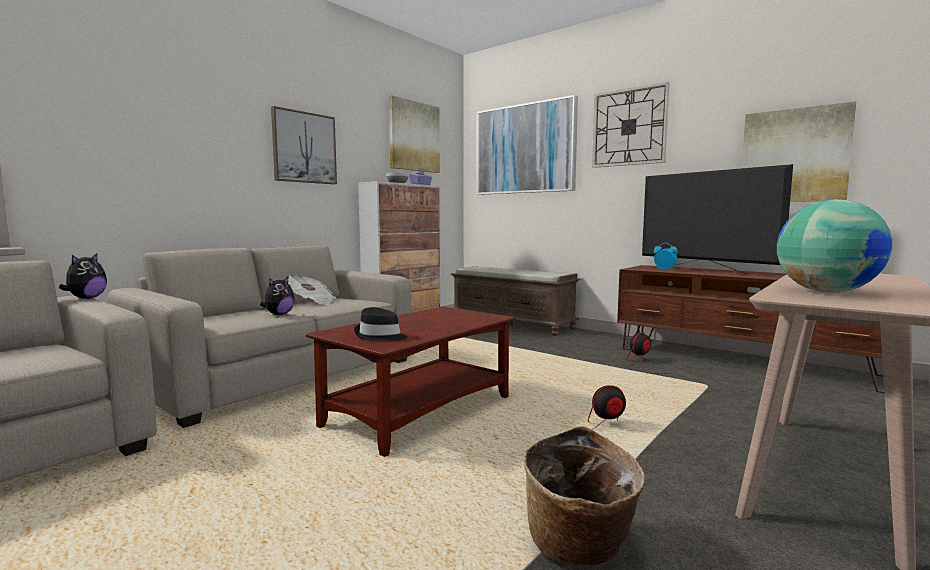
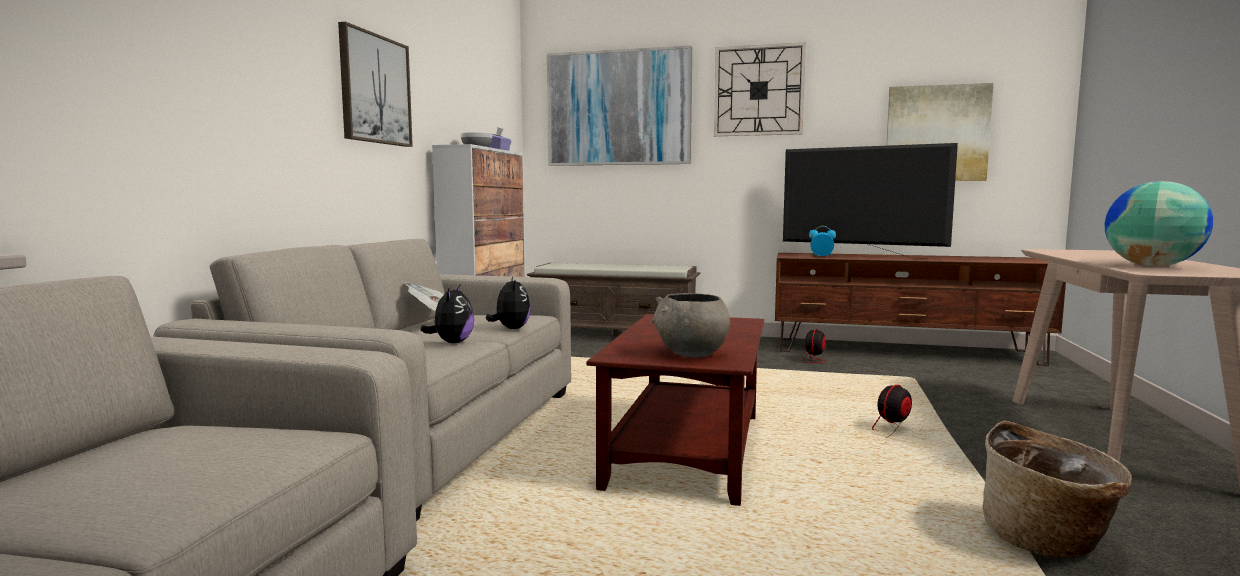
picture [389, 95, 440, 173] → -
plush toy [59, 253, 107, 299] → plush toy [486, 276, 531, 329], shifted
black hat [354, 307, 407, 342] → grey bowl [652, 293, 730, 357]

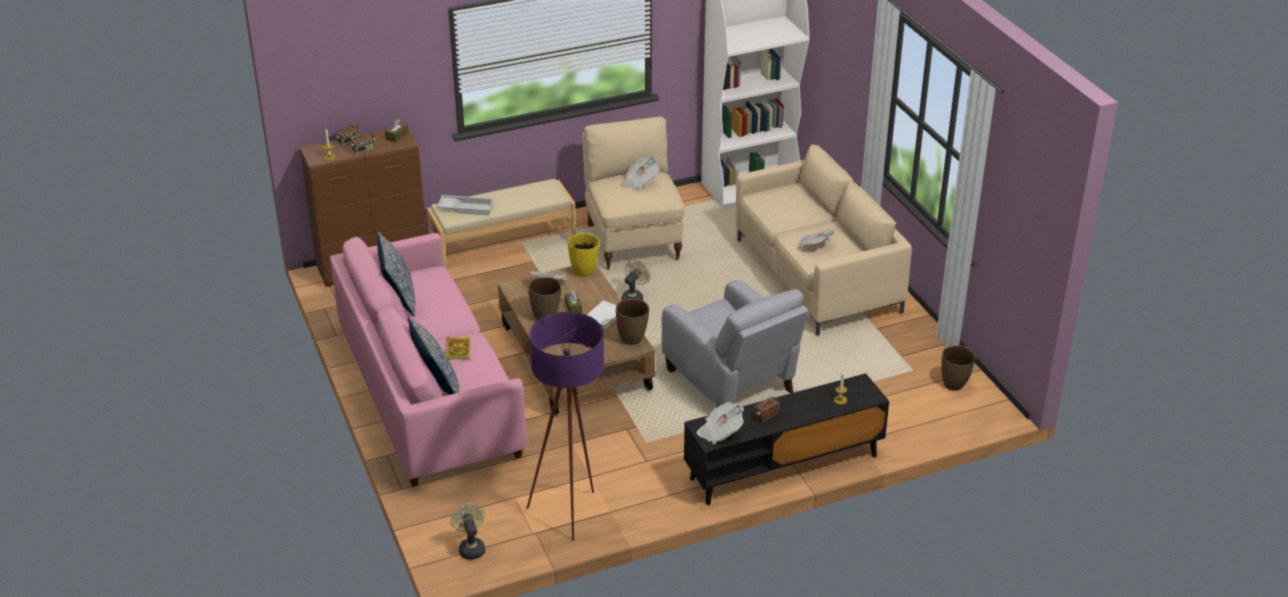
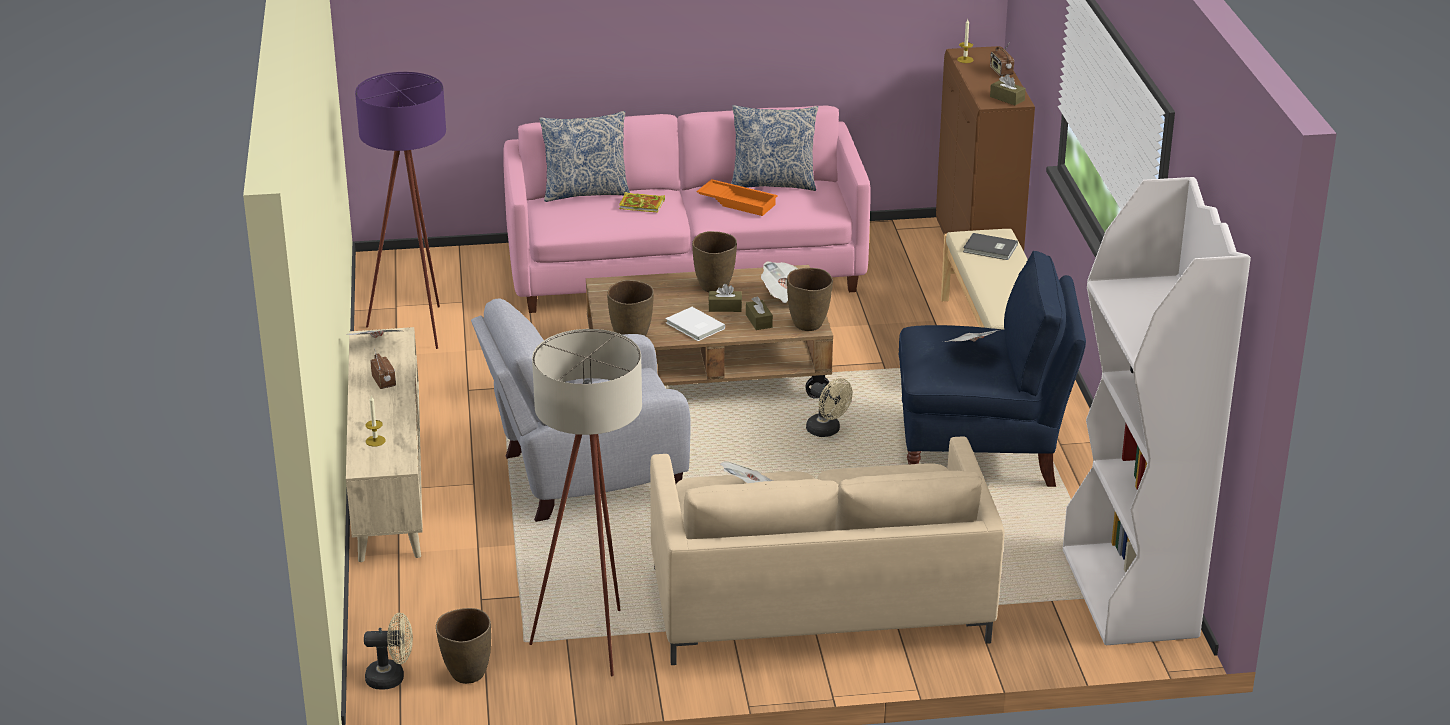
beige armchair [582, 117, 684, 270] → blue armchair [899, 251, 1086, 487]
radio [351, 127, 375, 154] → -
white tray [437, 195, 494, 216] → grey book [963, 233, 1018, 260]
yellow vase [568, 233, 600, 277] → brown vase [787, 268, 833, 331]
black tv stand [684, 373, 889, 505] → beige tv stand [346, 327, 423, 562]
beige fan [450, 503, 485, 560] → beige fan [364, 613, 413, 690], shifted
- → orange tray [697, 179, 778, 216]
- → brown tissue box [746, 296, 773, 330]
- → beige floor lamp [529, 329, 642, 676]

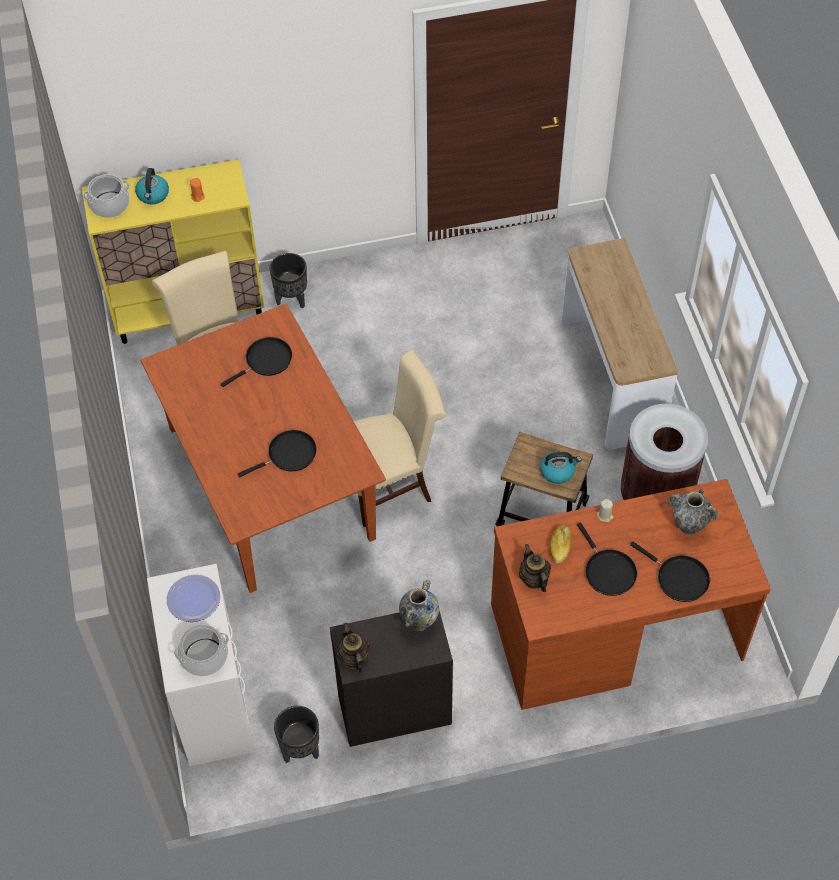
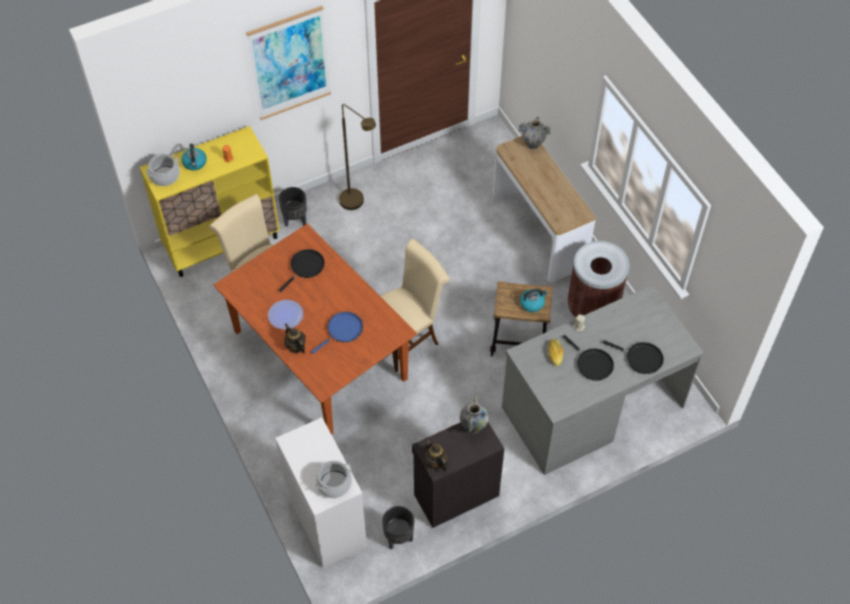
black frying pan [238, 430, 317, 477] → blue frying pan [311, 312, 363, 354]
brown desk [491, 479, 771, 710] → grey desk [502, 285, 704, 475]
vase [668, 489, 718, 535] → vase [519, 117, 551, 149], shifted
teapot [519, 544, 551, 592] → teapot [284, 323, 306, 353], shifted
plate [167, 574, 220, 622] → plate [268, 300, 303, 330], shifted
- → picture [246, 6, 331, 120]
- → brown floor lamp [339, 104, 376, 210]

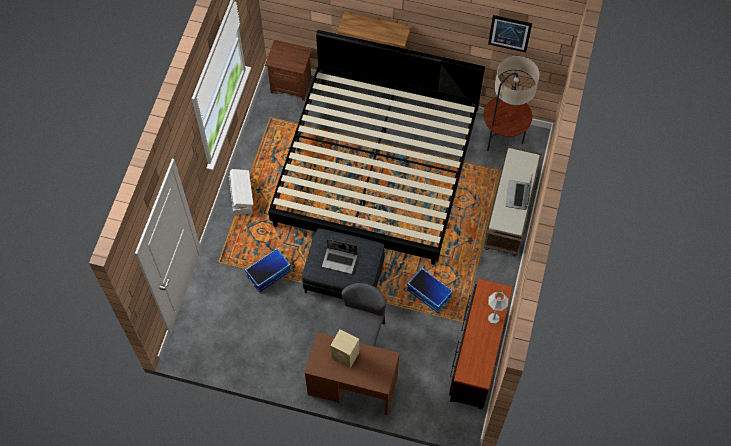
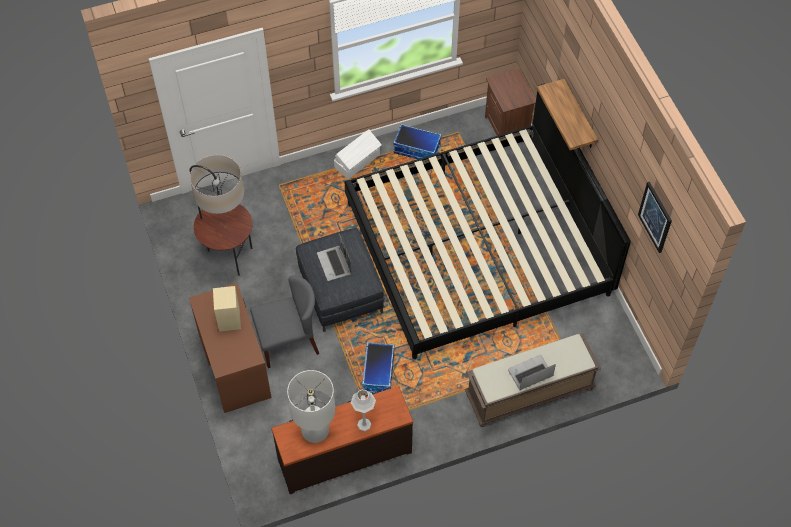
floor lamp [483, 56, 539, 151] → floor lamp [190, 155, 252, 276], shifted
storage box [245, 248, 291, 293] → storage box [393, 124, 442, 159], shifted
- → white table lamp [287, 370, 335, 443]

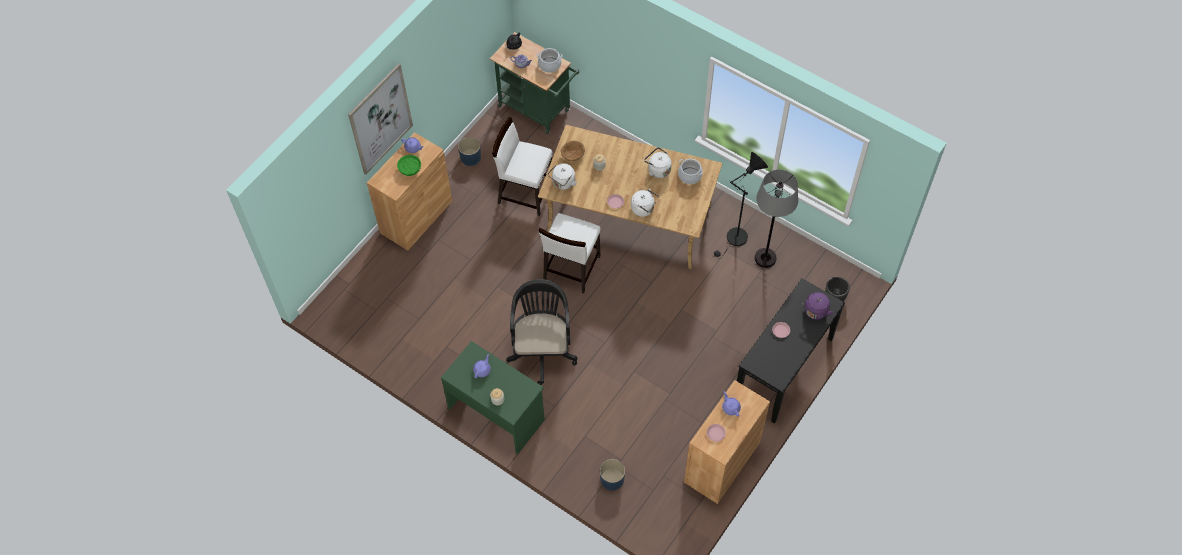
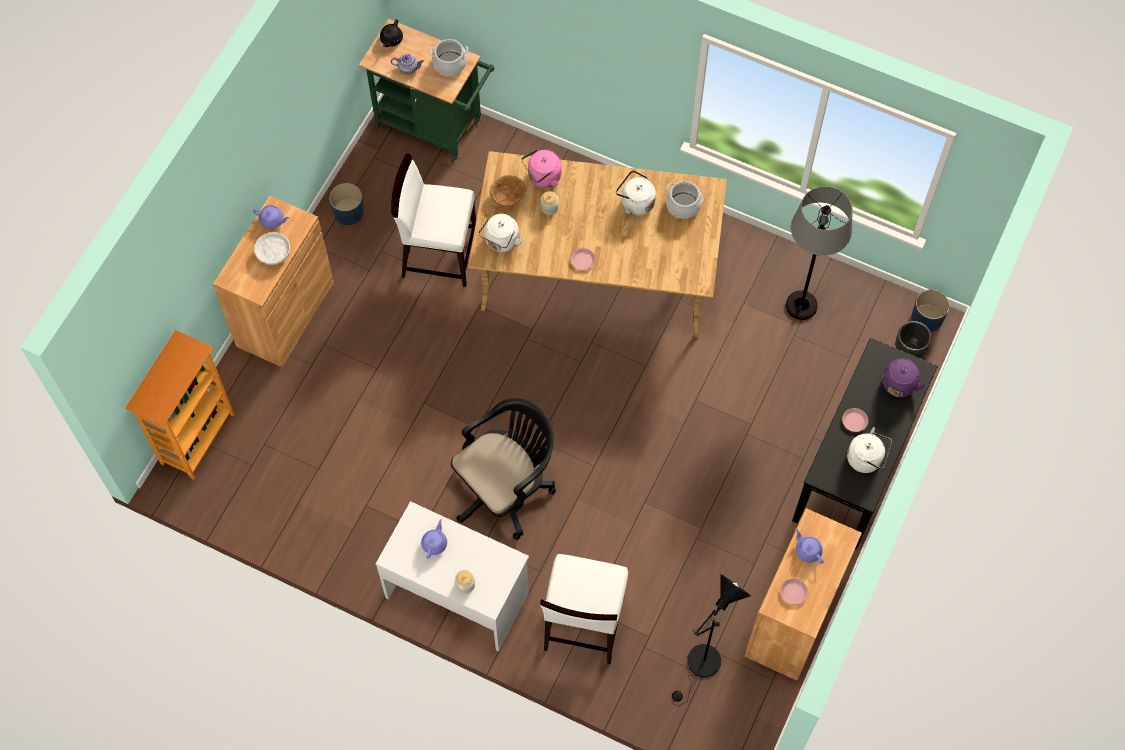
picture [348, 63, 413, 175] → -
black floor lamp [714, 152, 768, 259] → black floor lamp [672, 574, 751, 706], shifted
green bowl [397, 155, 421, 176] → white bowl [254, 232, 290, 265]
white kettle [631, 188, 659, 217] → white kettle [847, 427, 892, 473], shifted
white chair [539, 213, 601, 294] → white chair [540, 554, 628, 664], shifted
black office chair [506, 279, 578, 385] → black office chair [451, 398, 556, 540], 60 degrees clockwise
green desk [441, 341, 545, 454] → white desk [376, 501, 529, 651]
blue planter [600, 459, 625, 490] → blue planter [911, 289, 950, 332], shifted
- → pink kettle [521, 149, 562, 188]
- → bookcase [125, 330, 235, 480]

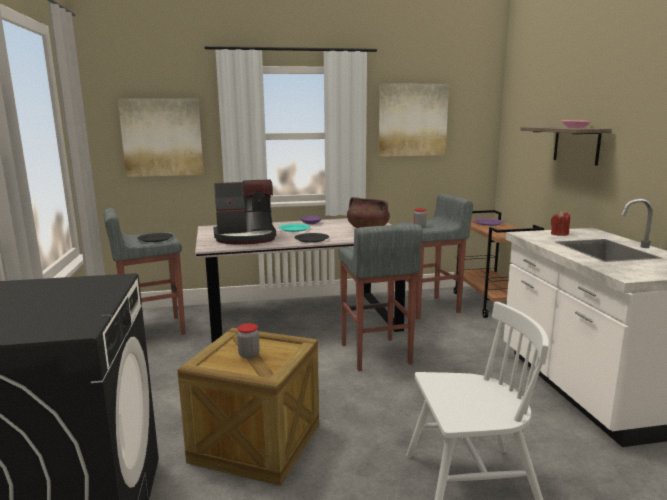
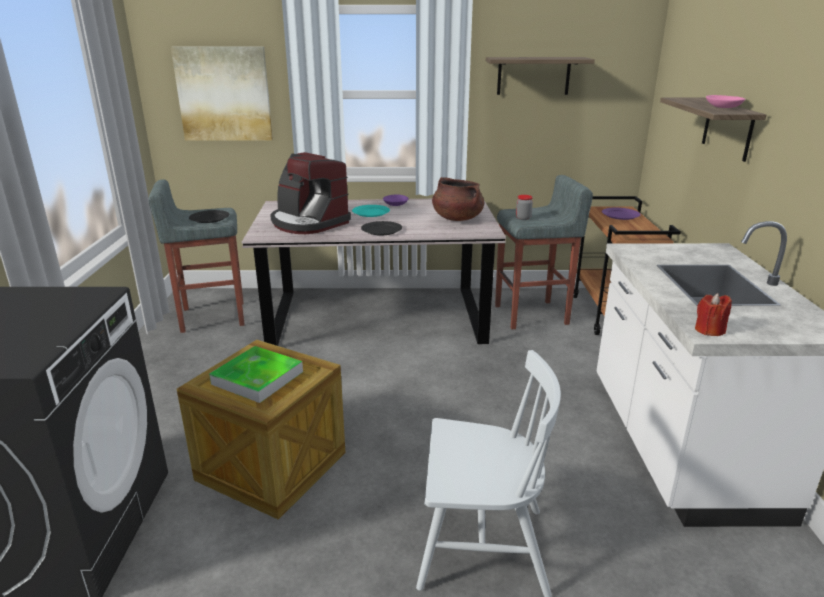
picture [379, 83, 449, 157] → shelf [486, 57, 595, 95]
coffee machine [213, 179, 276, 244] → coffee machine [270, 152, 351, 234], 45 degrees clockwise
red candle [551, 211, 570, 236] → red candle [695, 293, 732, 336], shifted
grey stool [338, 224, 423, 371] → -
jar [237, 323, 260, 359] → tray [209, 346, 303, 403]

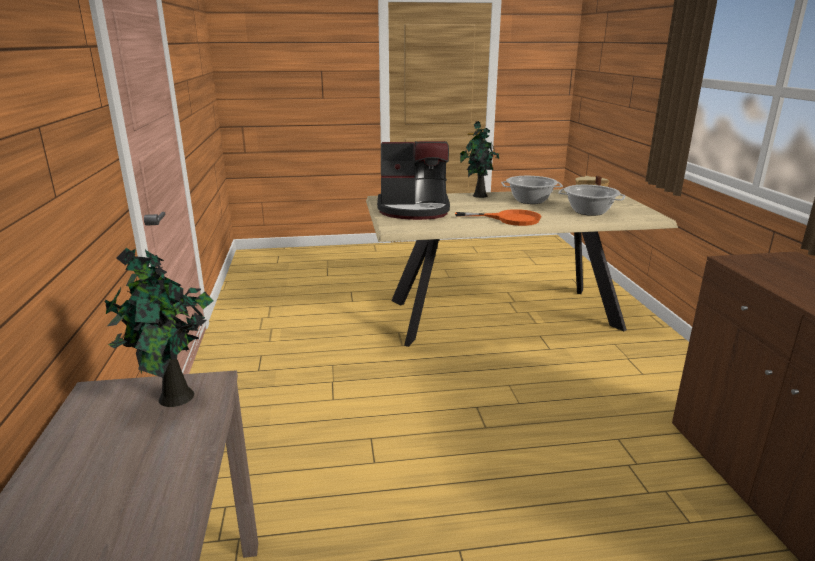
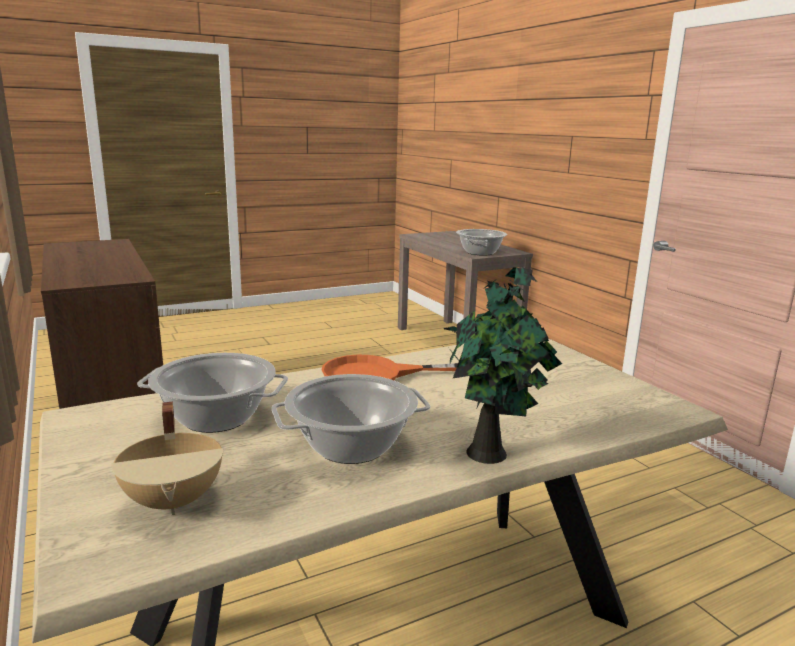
coffee machine [377, 141, 450, 220] → -
potted plant [105, 248, 214, 407] → cooking pot [456, 229, 507, 256]

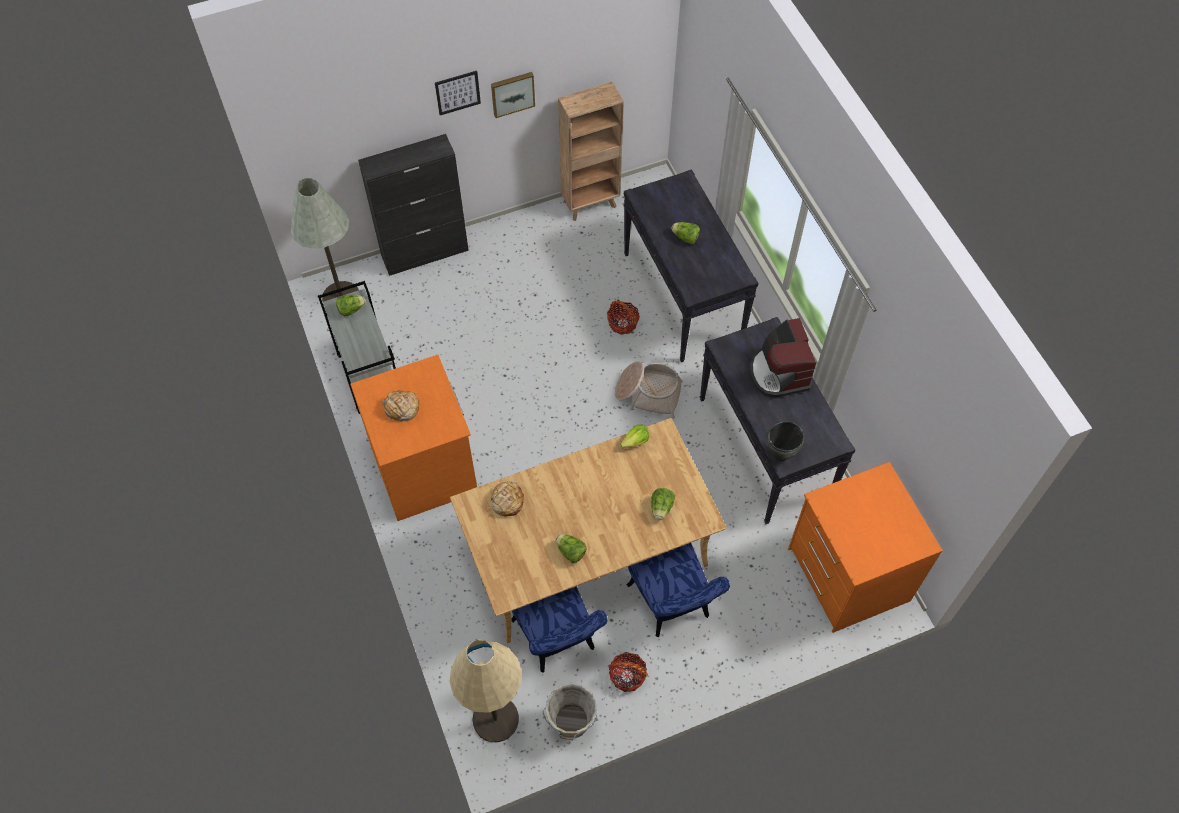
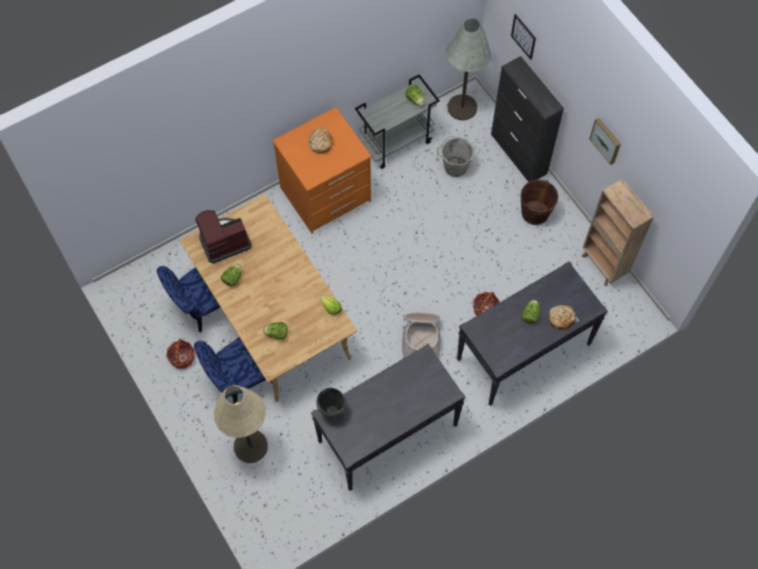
picture [435, 71, 481, 115] → picture [511, 14, 536, 60], shifted
coffee machine [749, 318, 816, 398] → coffee machine [195, 210, 252, 264], shifted
orange dresser [788, 462, 943, 633] → -
bread [491, 481, 524, 517] → bread [549, 305, 579, 330], shifted
beige floor lamp [449, 640, 522, 742] → beige floor lamp [214, 385, 268, 463], shifted
grey bucket [543, 683, 597, 740] → grey bucket [437, 136, 474, 177], shifted
- → brown bucket [520, 179, 558, 225]

